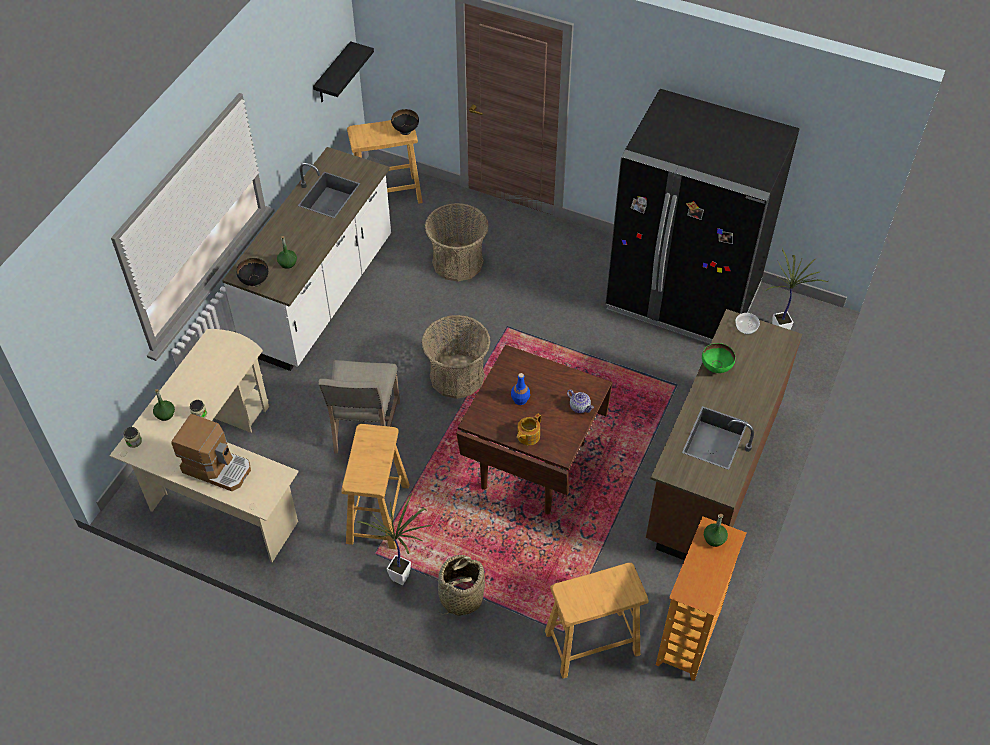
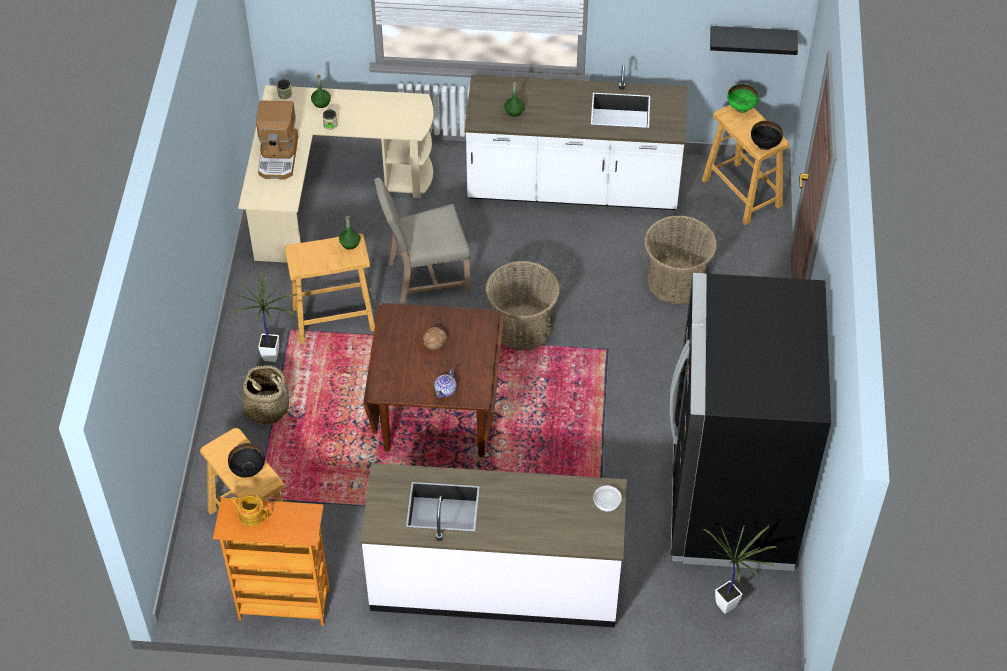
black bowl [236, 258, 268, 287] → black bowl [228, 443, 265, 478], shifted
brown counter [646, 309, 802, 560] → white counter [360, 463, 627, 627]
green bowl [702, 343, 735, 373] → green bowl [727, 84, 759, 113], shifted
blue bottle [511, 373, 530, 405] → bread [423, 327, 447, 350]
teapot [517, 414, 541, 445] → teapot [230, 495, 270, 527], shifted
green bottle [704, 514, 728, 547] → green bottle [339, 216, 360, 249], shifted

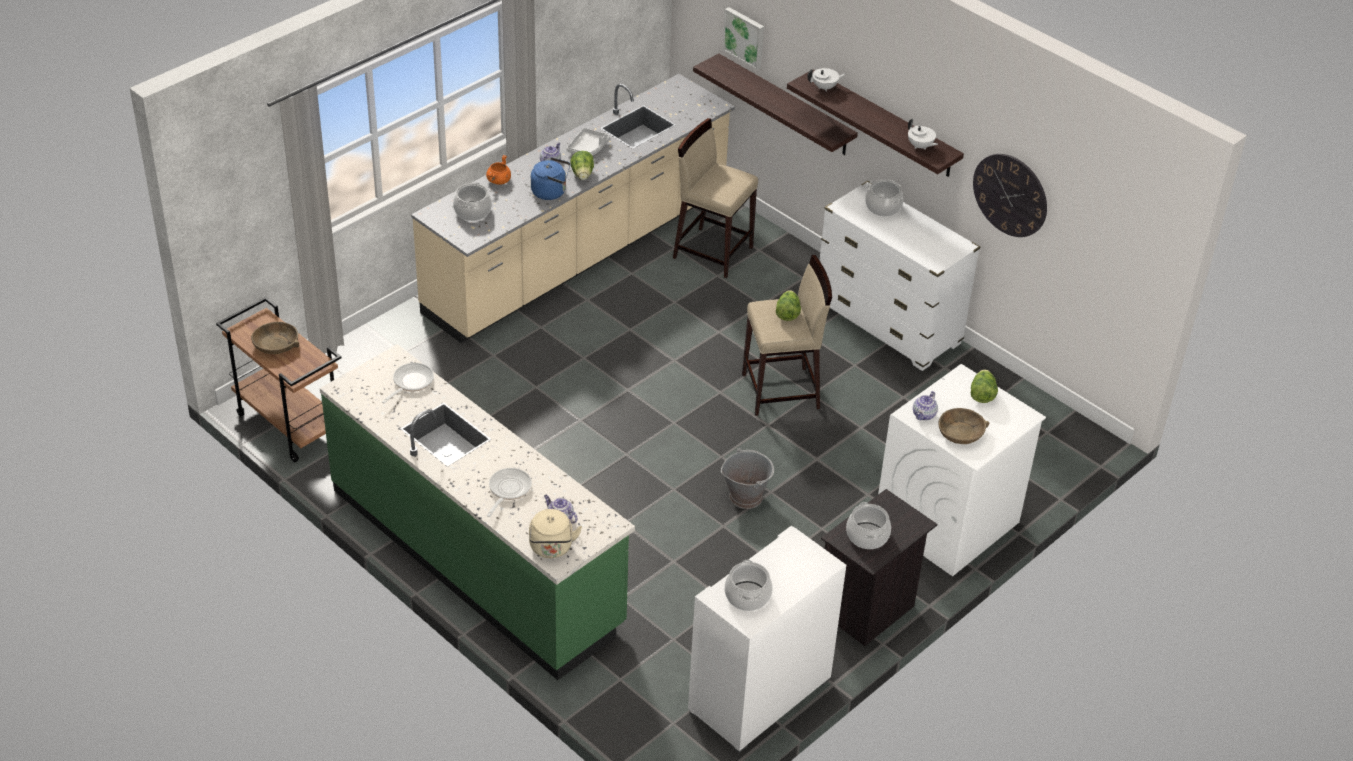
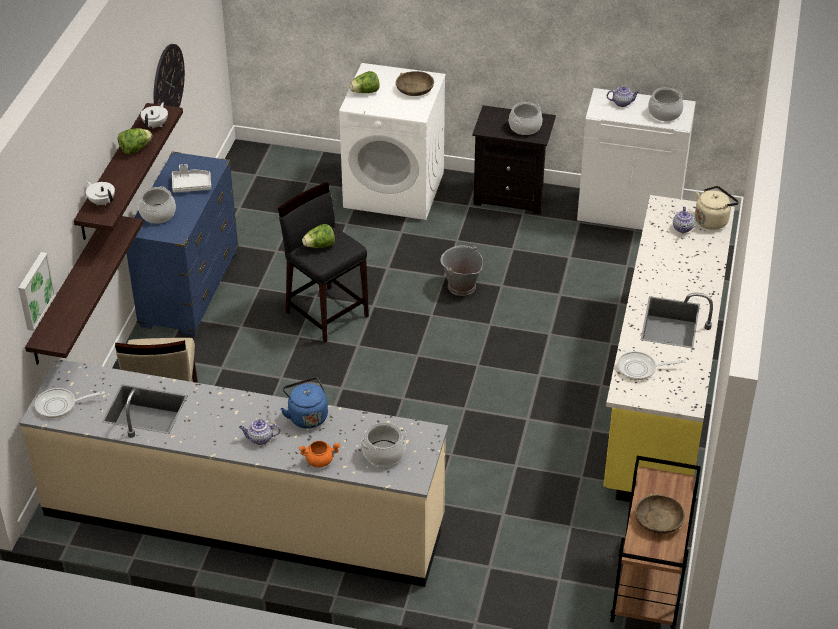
grey tray [567, 128, 610, 156] → grey tray [172, 164, 211, 192], shifted
lettuce [570, 151, 594, 180] → lettuce [118, 128, 152, 155], shifted
white dresser [819, 181, 980, 371] → blue dresser [127, 151, 239, 336]
beige stool [742, 255, 832, 416] → black stool [278, 182, 369, 343]
green counter [320, 344, 635, 680] → yellow counter [603, 195, 735, 502]
teapot [913, 391, 938, 420] → teapot [607, 86, 640, 107], shifted
frying pan [487, 468, 532, 517] → frying pan [35, 388, 105, 418], shifted

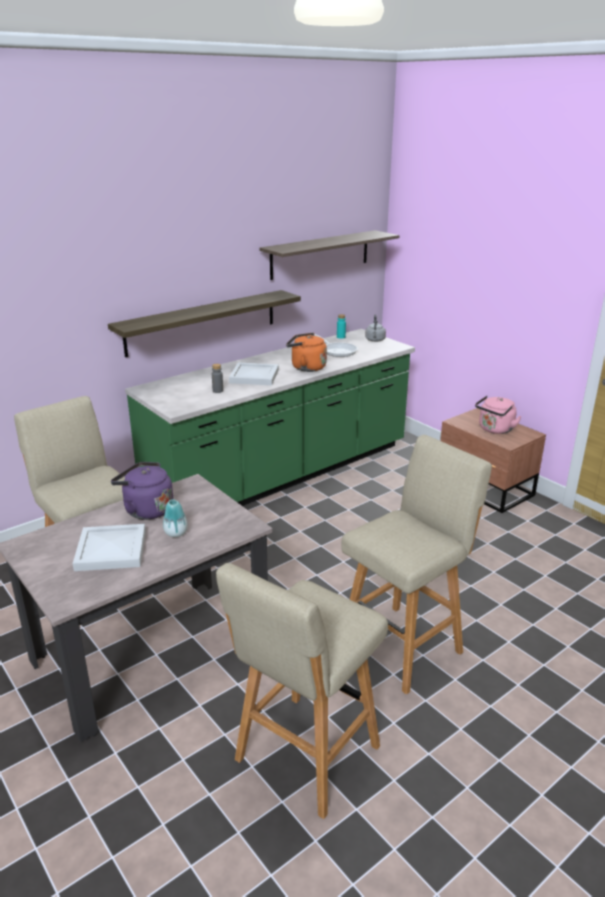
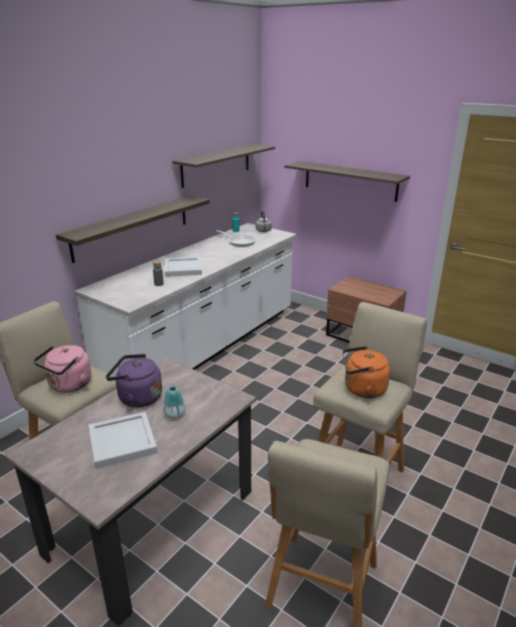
green counter [125, 329, 415, 506] → white counter [75, 223, 297, 376]
orange kettle [286, 333, 327, 372] → orange kettle [342, 346, 390, 398], shifted
pink kettle [475, 396, 522, 434] → pink kettle [33, 345, 92, 393], shifted
- → shelf [284, 161, 410, 202]

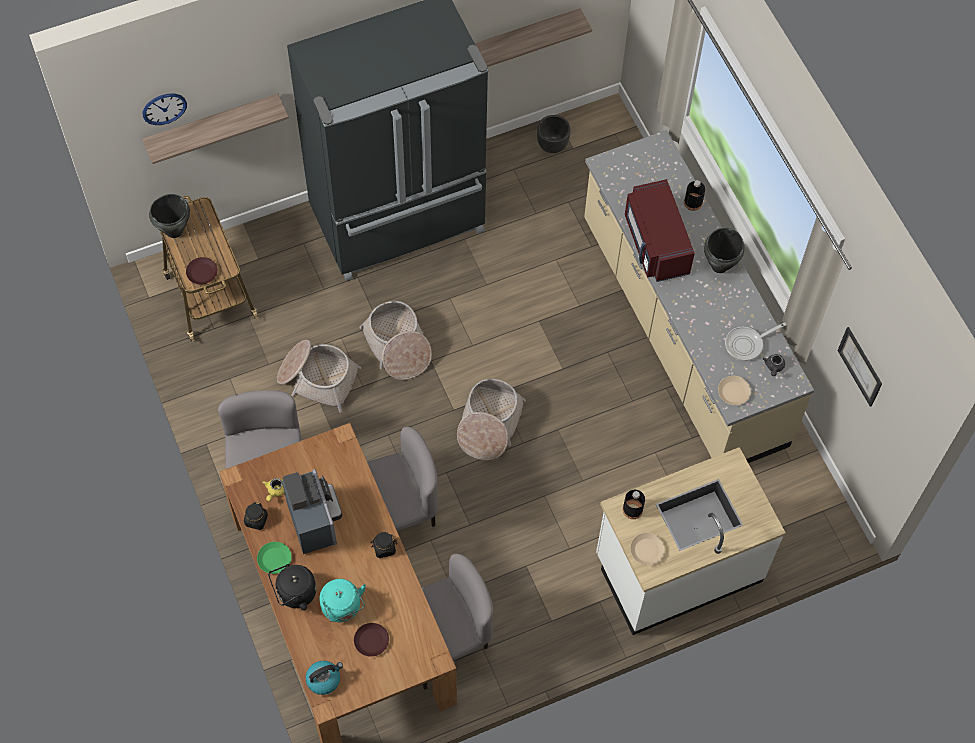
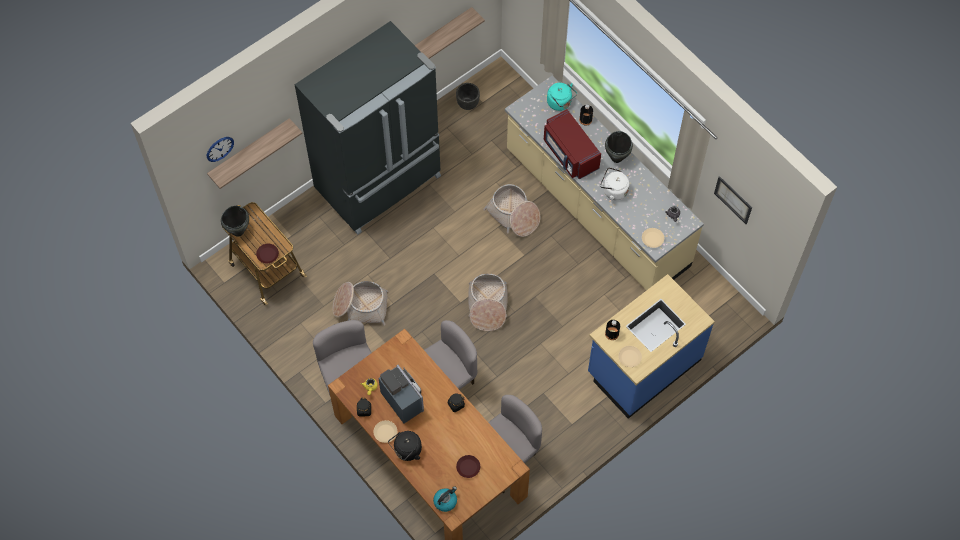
basket [359, 301, 432, 380] → basket [483, 184, 540, 237], shifted
frying pan [725, 322, 786, 361] → -
white counter [596, 447, 786, 635] → blue counter [588, 274, 715, 419]
green plate [257, 542, 292, 574] → beige plate [374, 420, 397, 443]
turquoise kettle [319, 579, 366, 622] → turquoise kettle [547, 83, 577, 111], shifted
- → white kettle [600, 167, 630, 200]

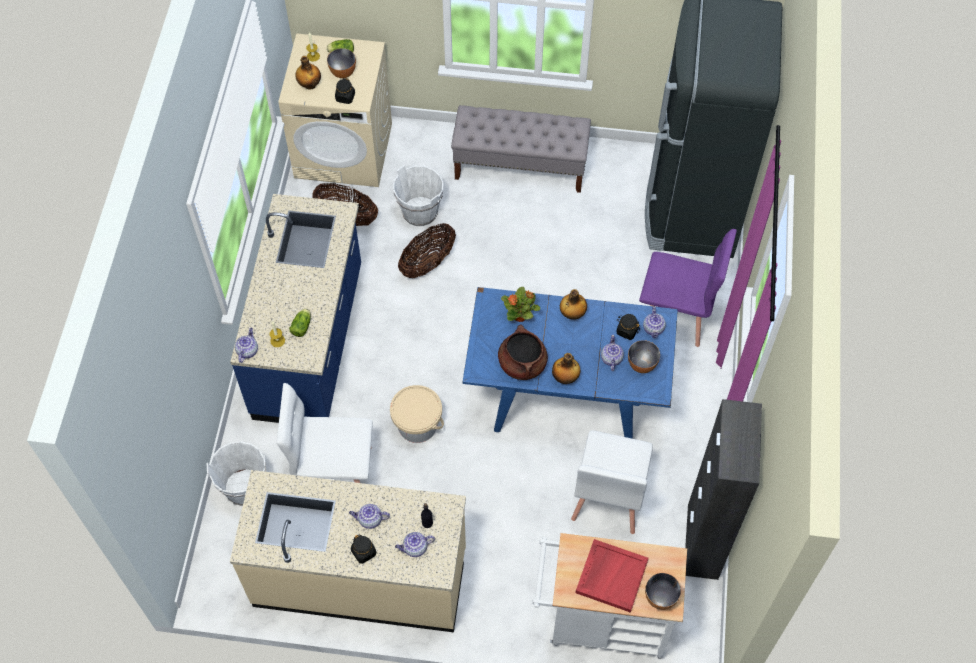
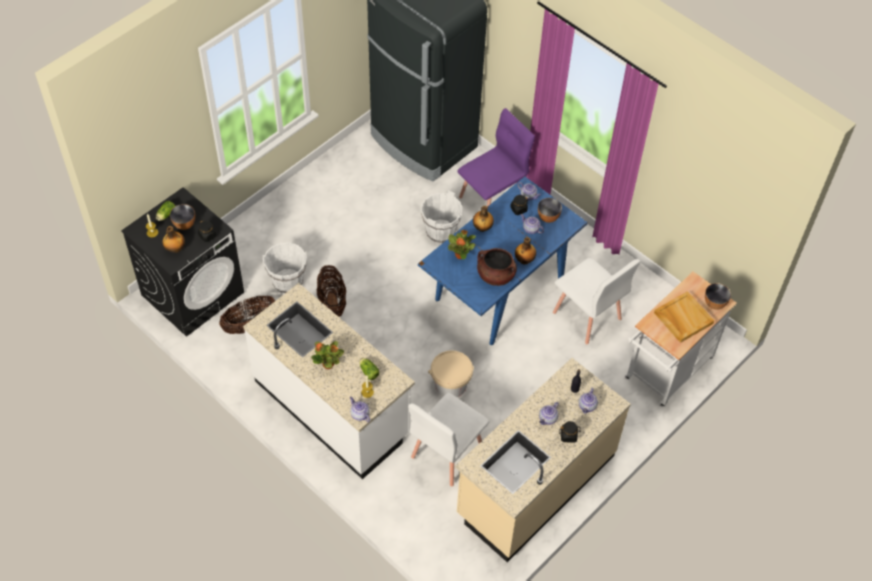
beige washing machine [278, 33, 392, 187] → black washing machine [121, 187, 244, 337]
grey bench [451, 105, 591, 193] → -
blue counter [230, 194, 361, 423] → white counter [243, 283, 415, 479]
black cabinet [685, 399, 762, 580] → -
white bucket [206, 441, 266, 506] → white bucket [421, 190, 462, 243], shifted
red tray [575, 539, 648, 613] → beige tray [654, 291, 714, 343]
- → potted plant [311, 341, 344, 369]

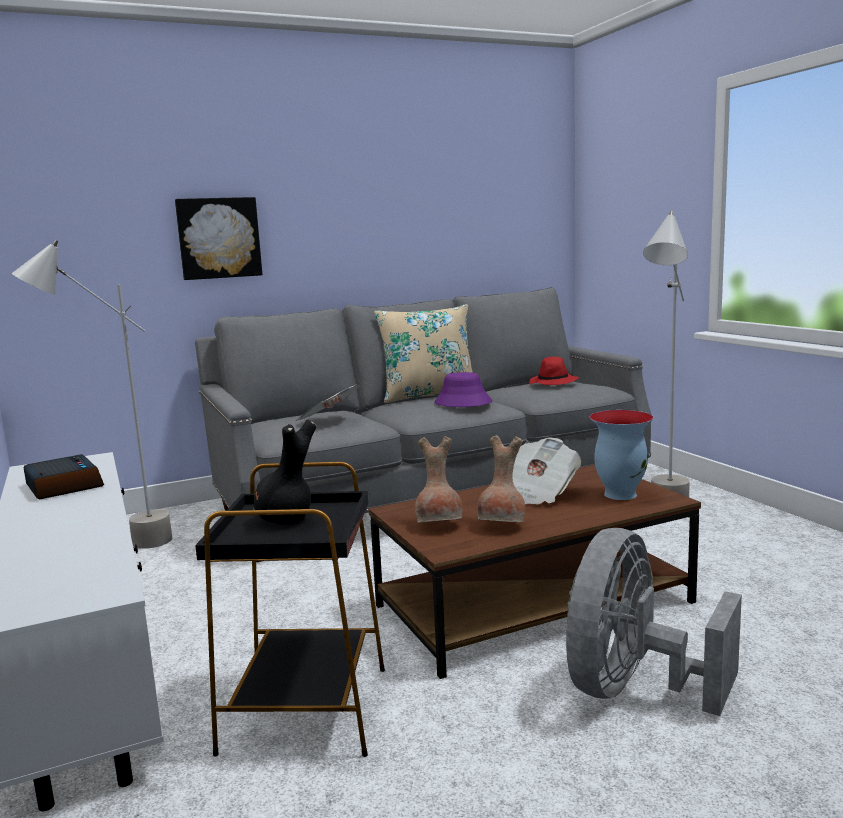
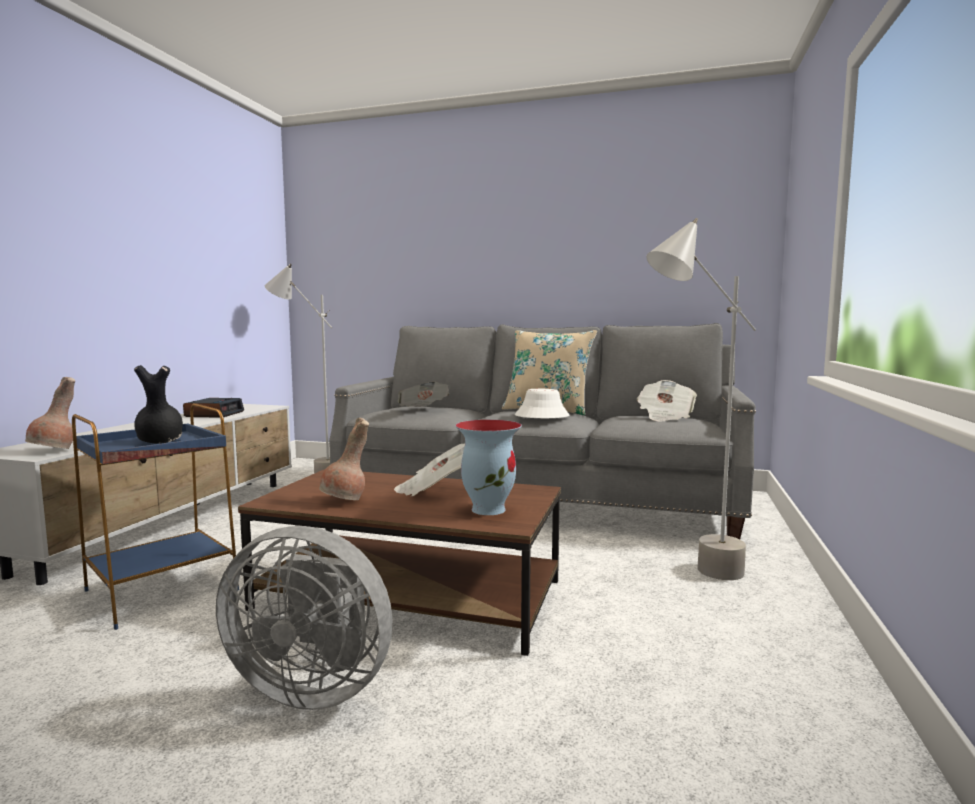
picture [175, 197, 263, 280] → -
red hat [529, 357, 579, 385] → newspaper [637, 380, 697, 421]
purple hat [434, 372, 492, 407] → white hat [515, 389, 569, 418]
brown vase [415, 436, 463, 523] → brown vase [25, 377, 75, 449], shifted
black side table [195, 462, 385, 757] → blue side table [72, 403, 239, 630]
grey fan [566, 528, 742, 716] → grey fan [216, 526, 392, 710], 150 degrees counterclockwise

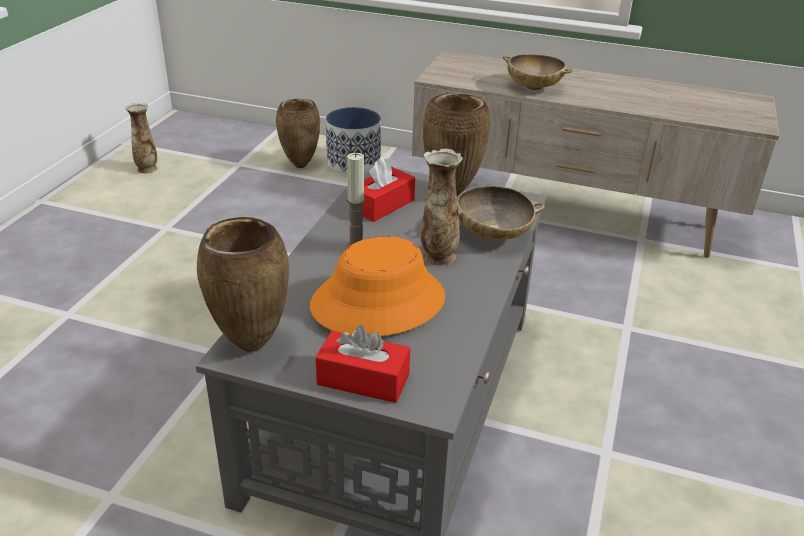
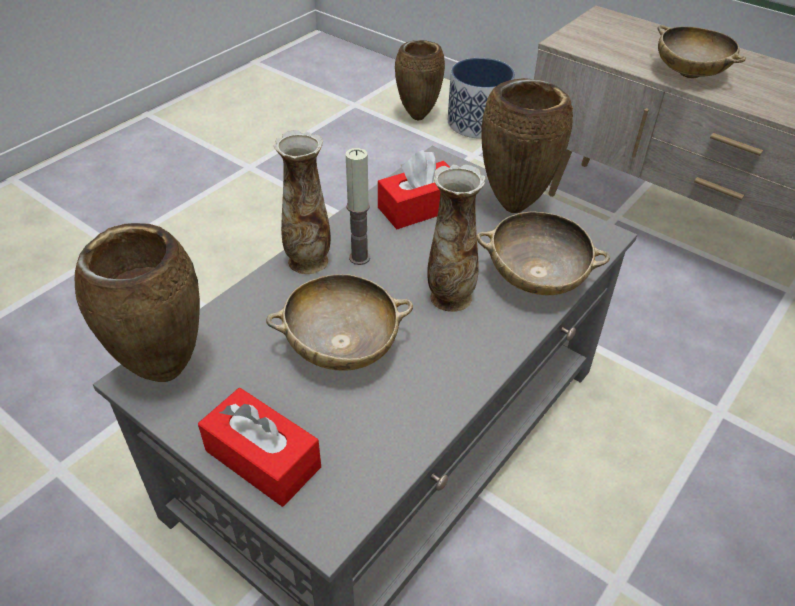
vase [126, 103, 157, 173] → vase [273, 130, 331, 274], shifted
orange hat [310, 236, 445, 336] → beige bowl [266, 274, 413, 371]

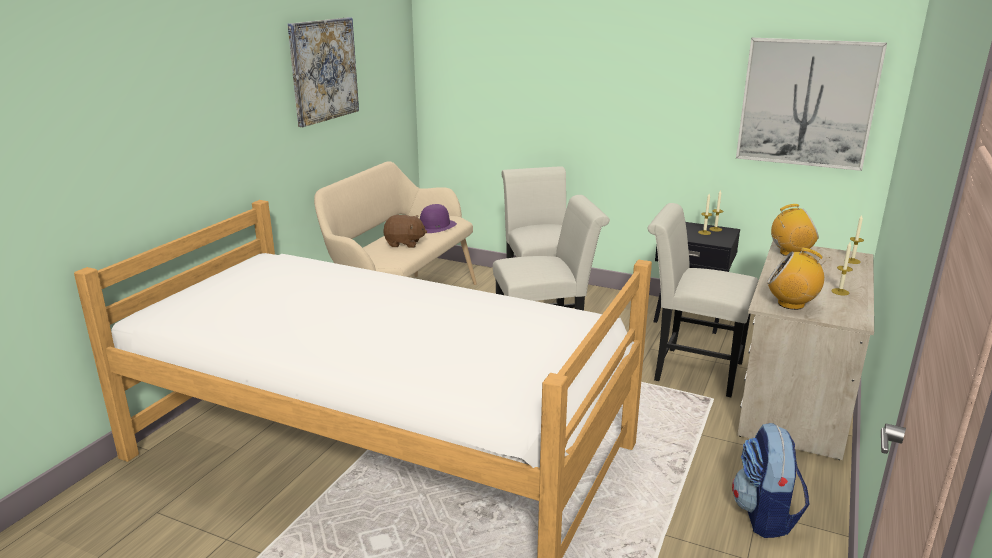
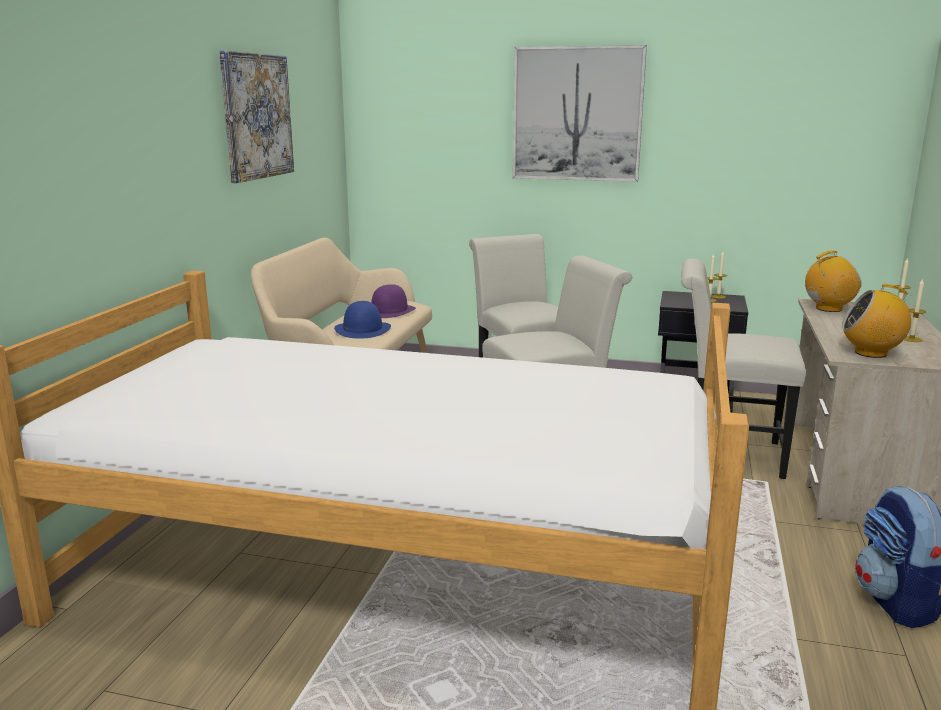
picture [736, 38, 887, 171] → picture [512, 45, 647, 182], shifted
brown plush toy [383, 215, 427, 248] → blue hat [334, 301, 391, 339]

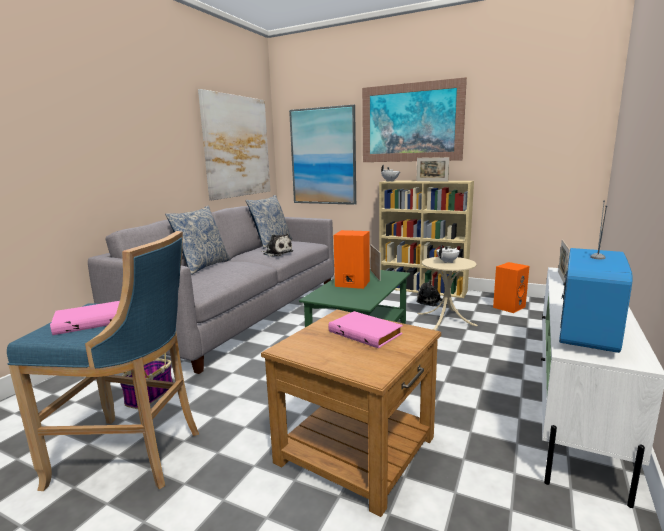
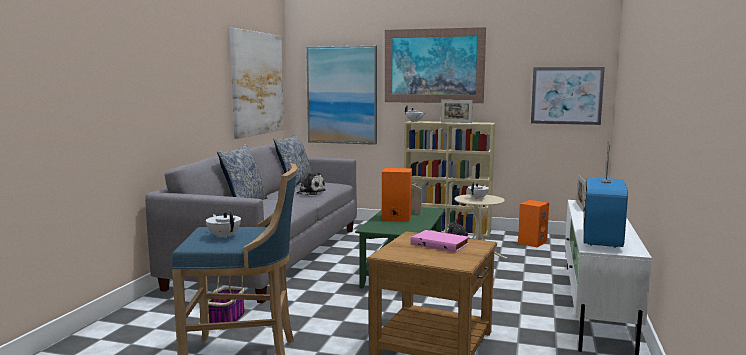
pink book [50, 301, 120, 335] → white teapot [206, 211, 241, 239]
- → picture [531, 67, 605, 125]

